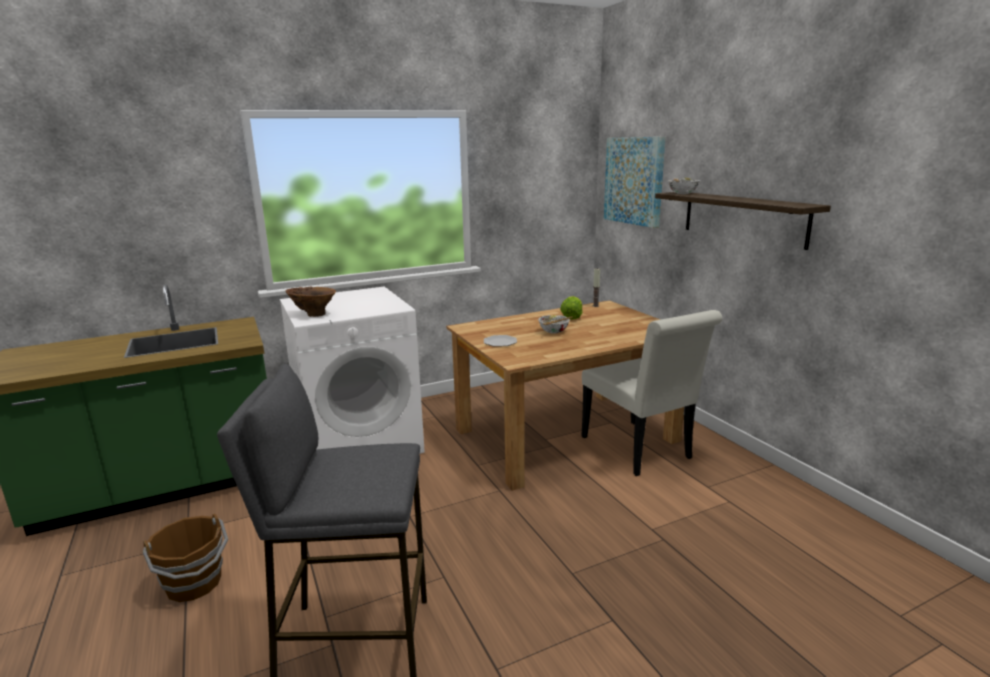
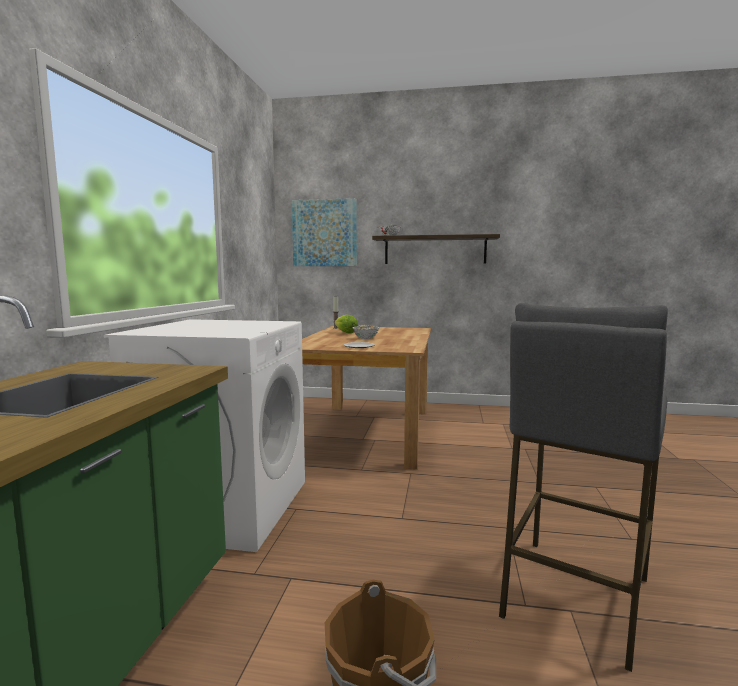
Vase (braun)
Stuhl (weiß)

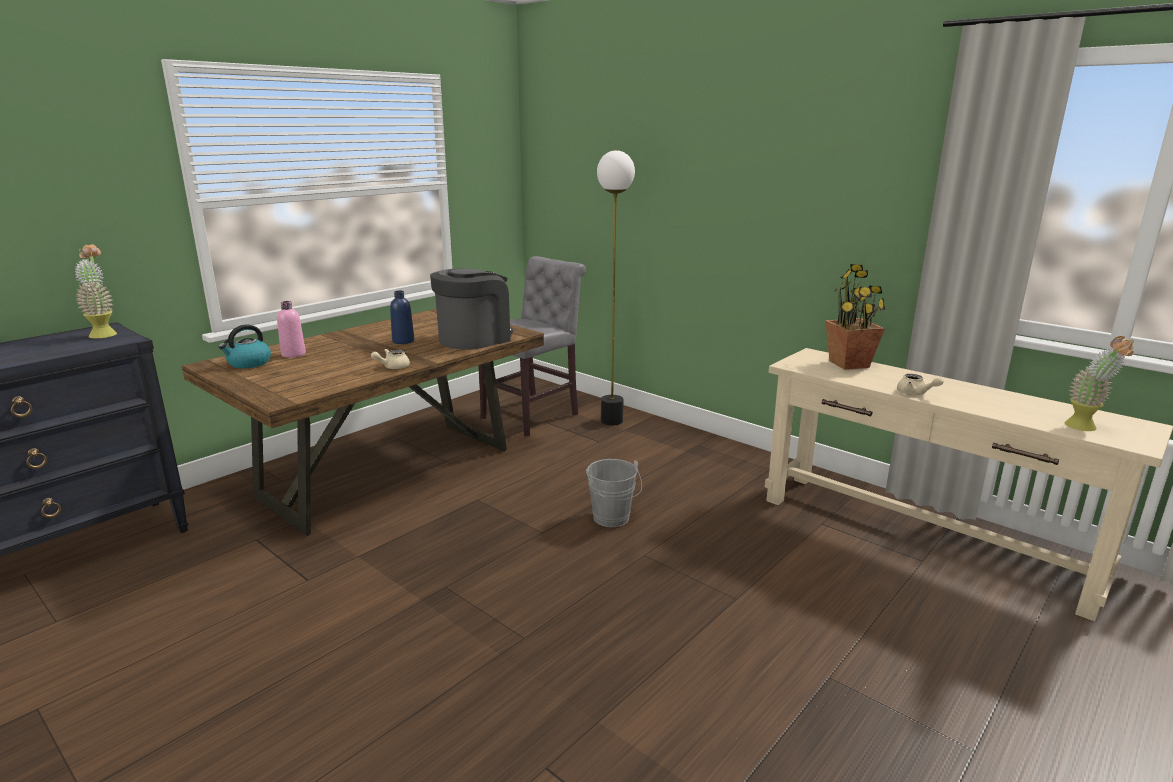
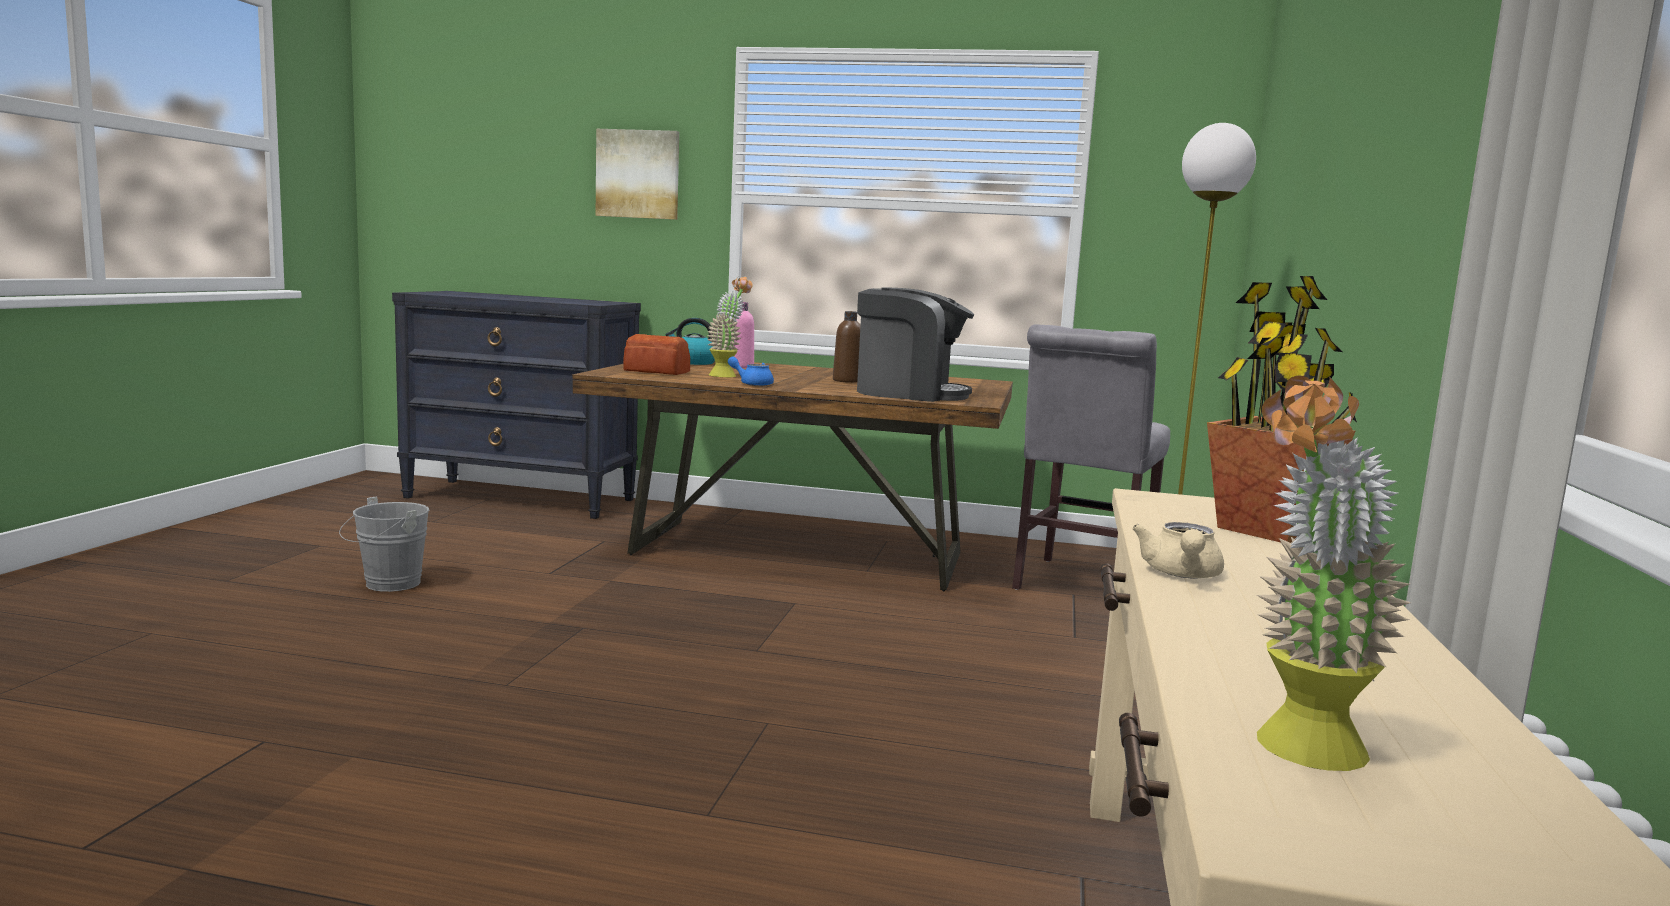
Eimer (grau)
Bild
Brot
Topfpflanze (no. 1 from left)
Teekanne (blau)
Flasche (braun)
Stuhl (grau)

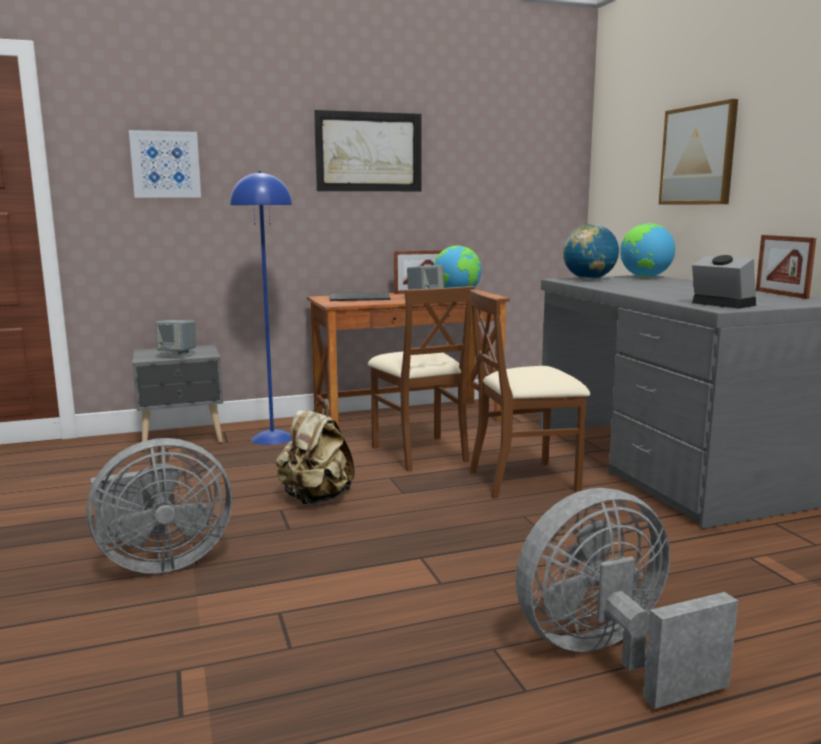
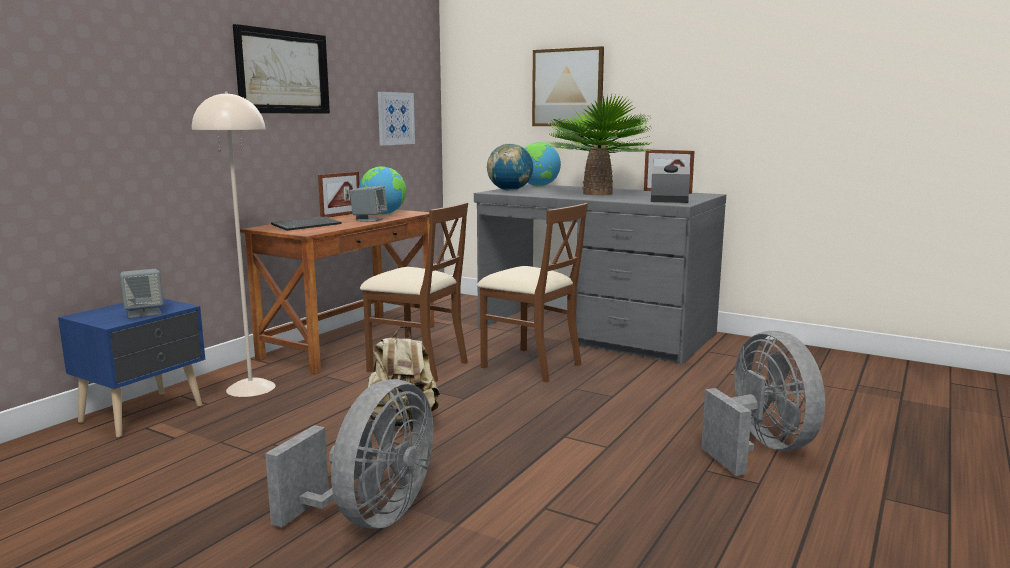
Nachttisch (blau)
Stehlampe (beige)
Bild (no. 2 from left)
Stuhl (braun) (no. 2 from left)
Topfpflanze
Ventilator (grau) (no. 2 from left)

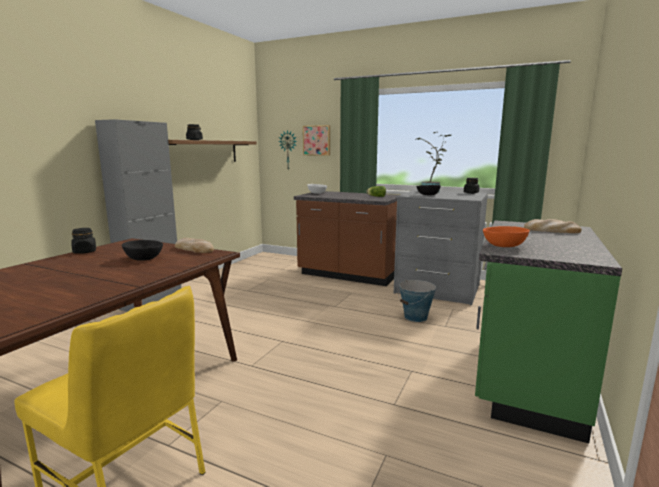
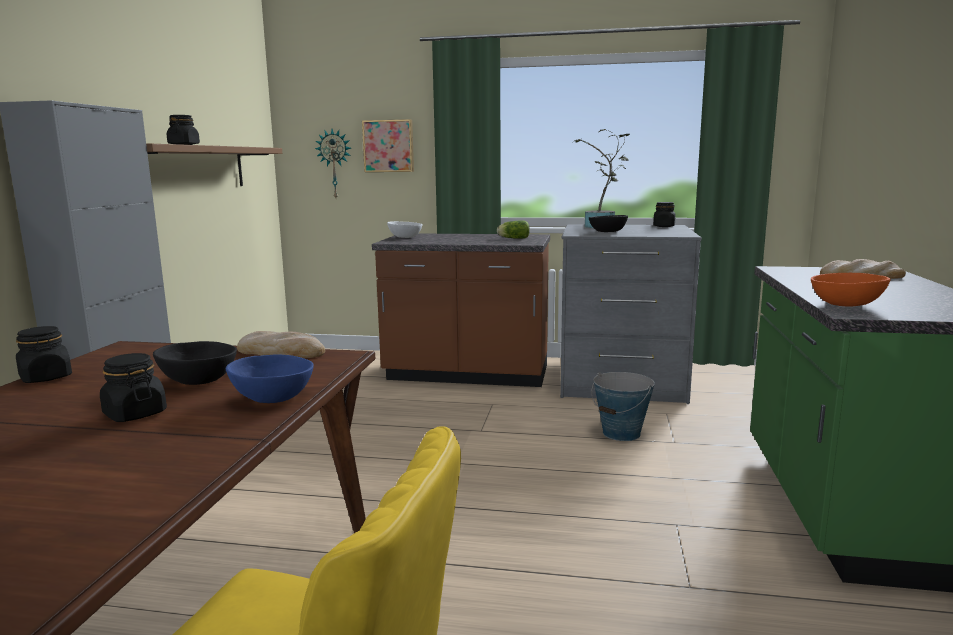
Vorratsglas (schwarz) (no. 2 from left)
Schüssel (blau)

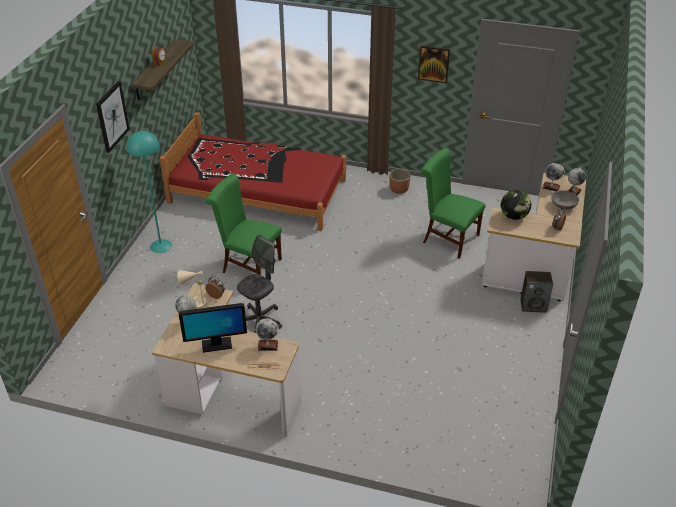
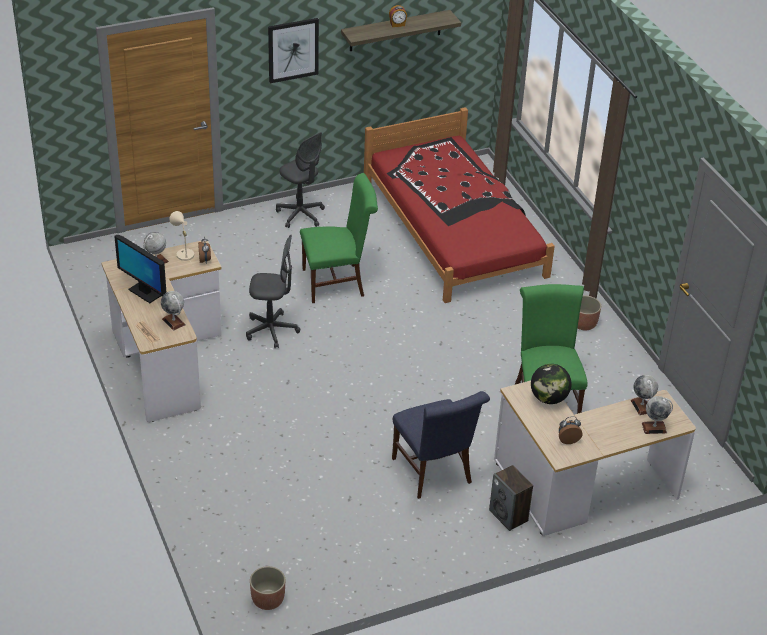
Pflanzkübel (no. 1 from left)
Bürostuhl (grau) (no. 2 from left)
Stuhl (grün) (no. 1 from left)
Stuhl (blau)
Bild (no. 2 from left in the first image)
Schüssel (grau)

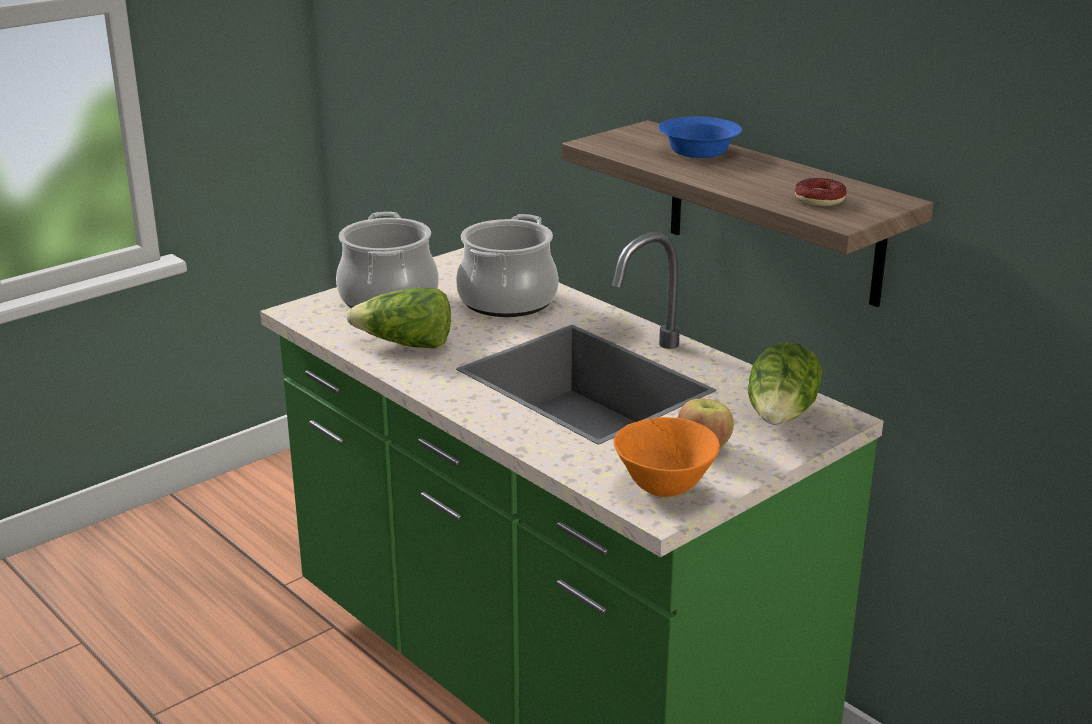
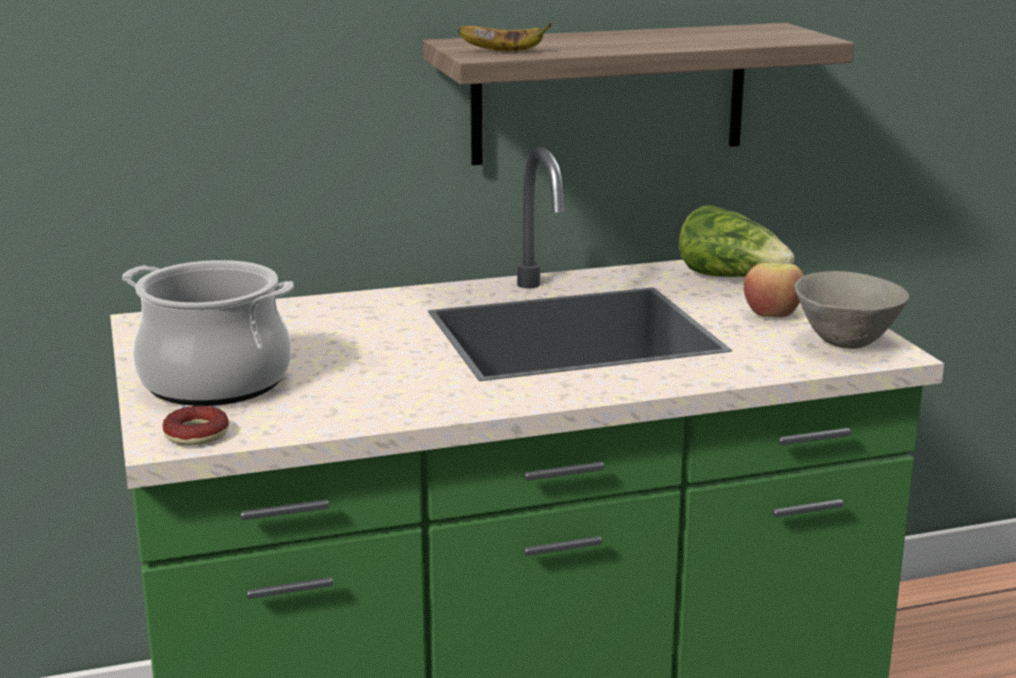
Donut
Banane
Schüssel (grau)
Salatkopf (no. 1 from left in the first image)
Kochtopf (no. 2 from left in the first image)
Schüssel (blau)

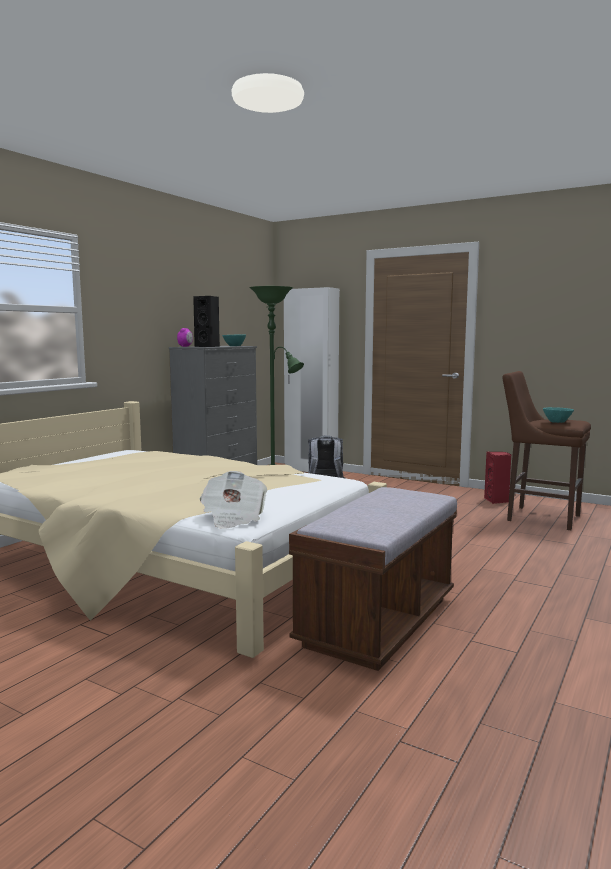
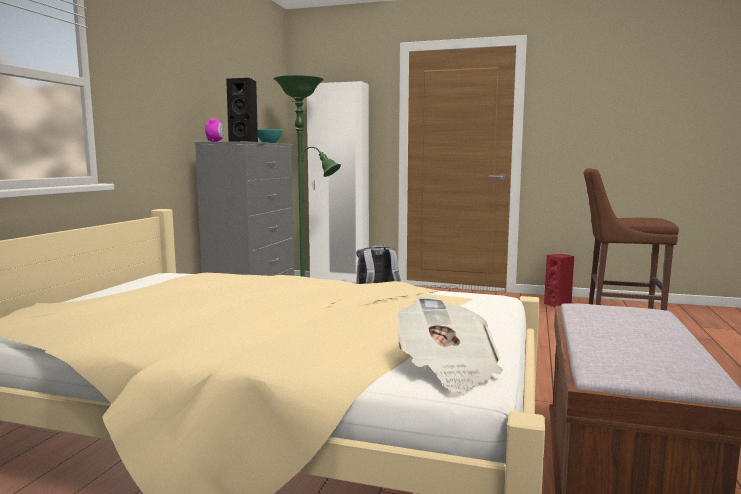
Schüssel (türkis) (no. 2 from left in the first image)

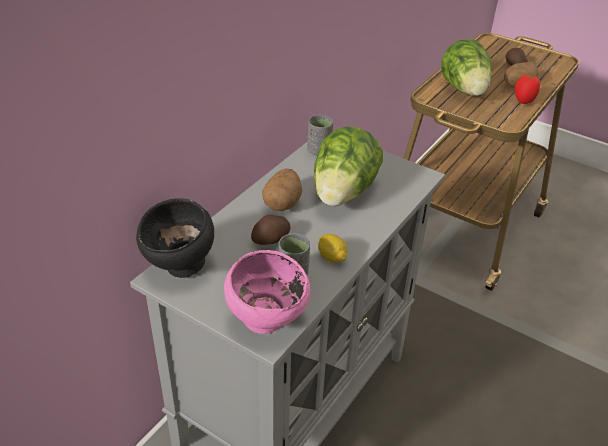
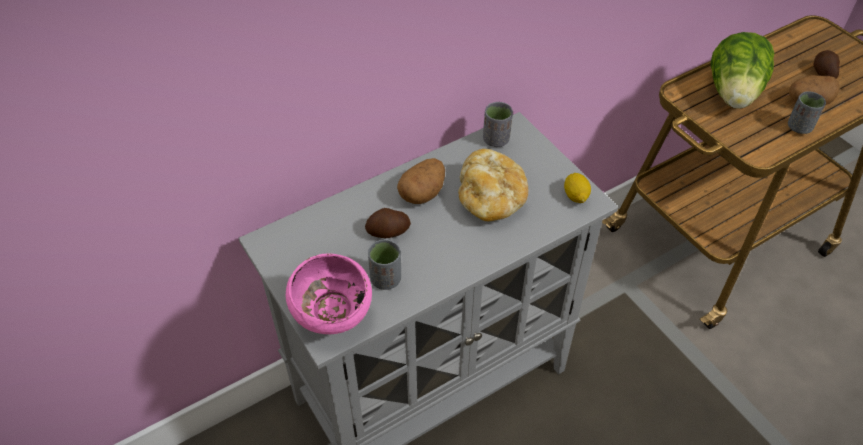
Brot
Zitrone
Tasse (grau) (no. 3 from left)
Schüssel (schwarz)

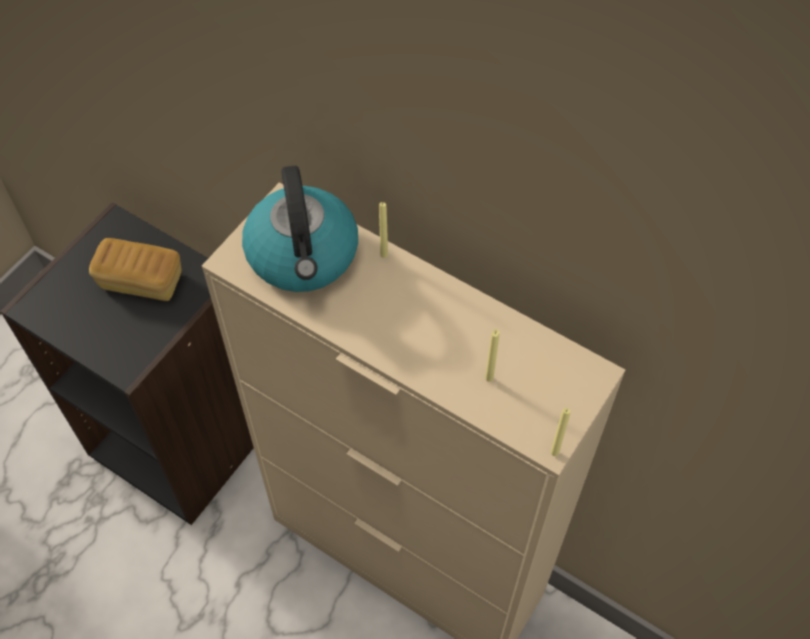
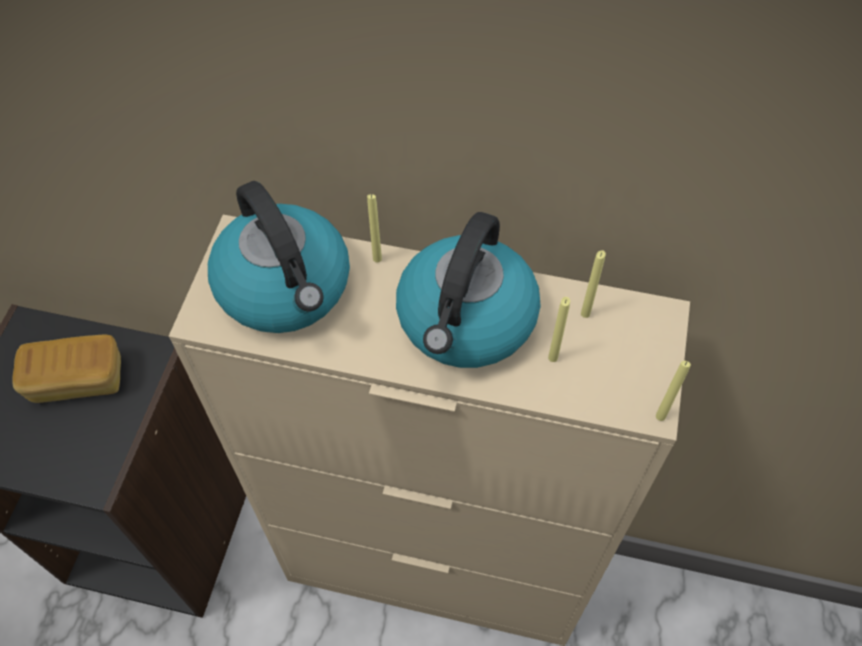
Wasserkessel (no. 2 from left)
Kerze (gelb) (no. 3 from left)

